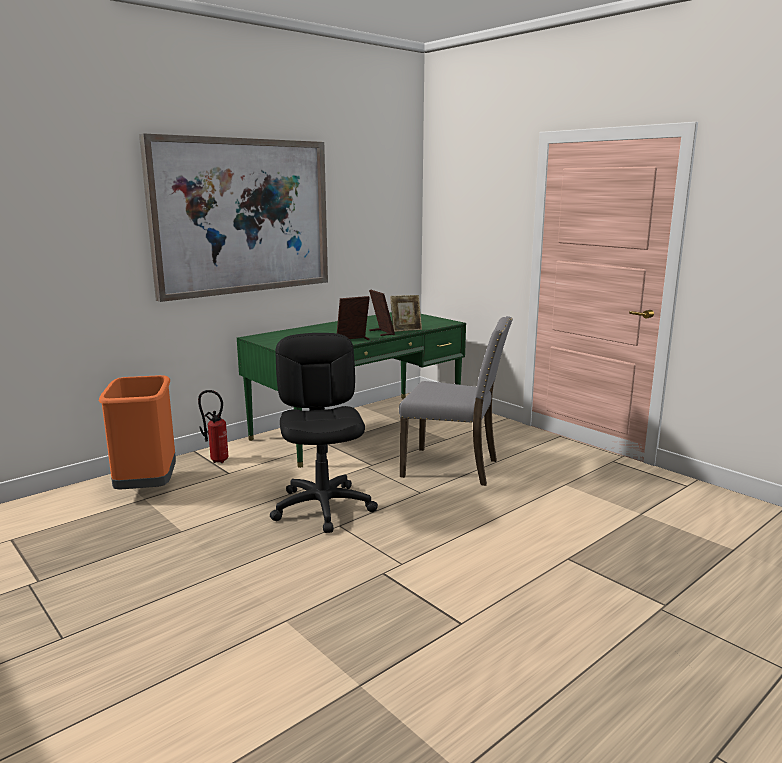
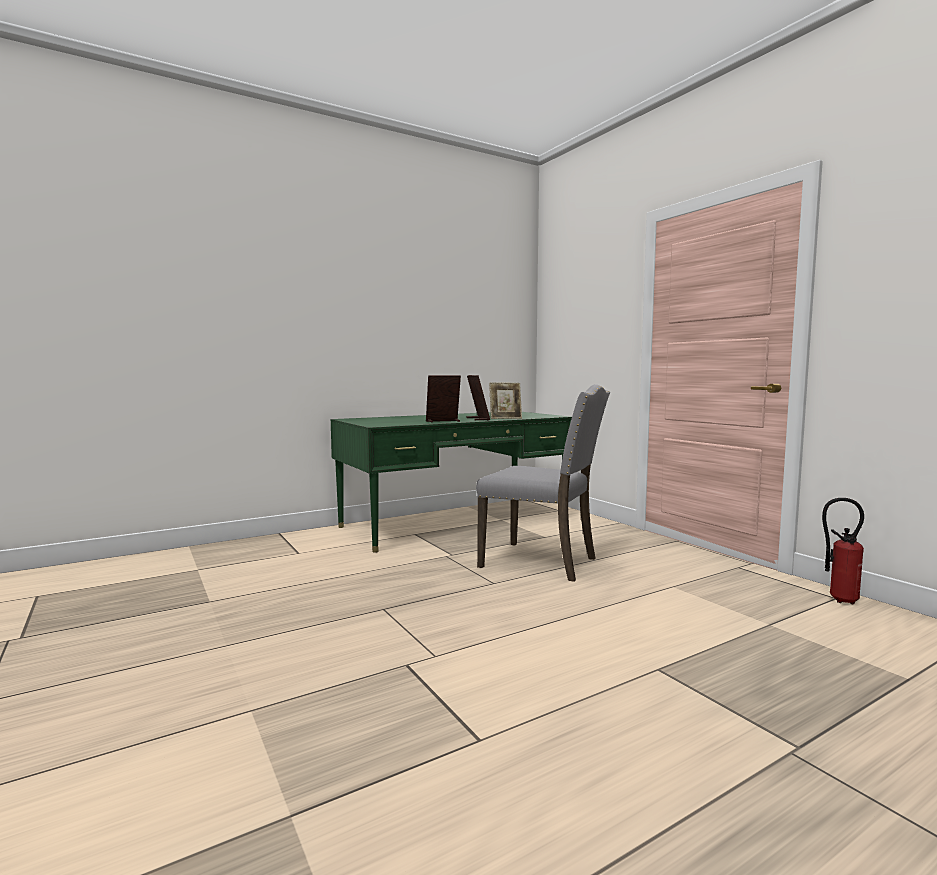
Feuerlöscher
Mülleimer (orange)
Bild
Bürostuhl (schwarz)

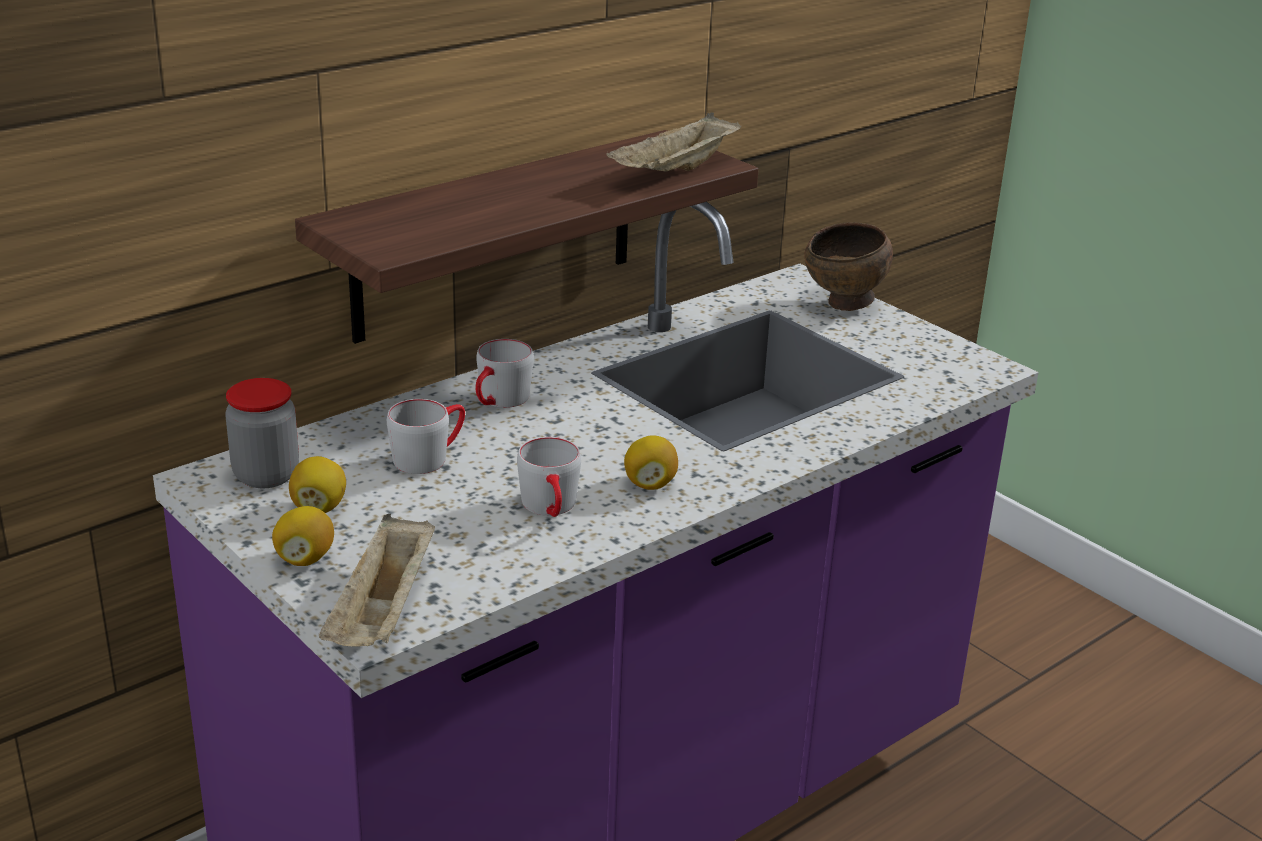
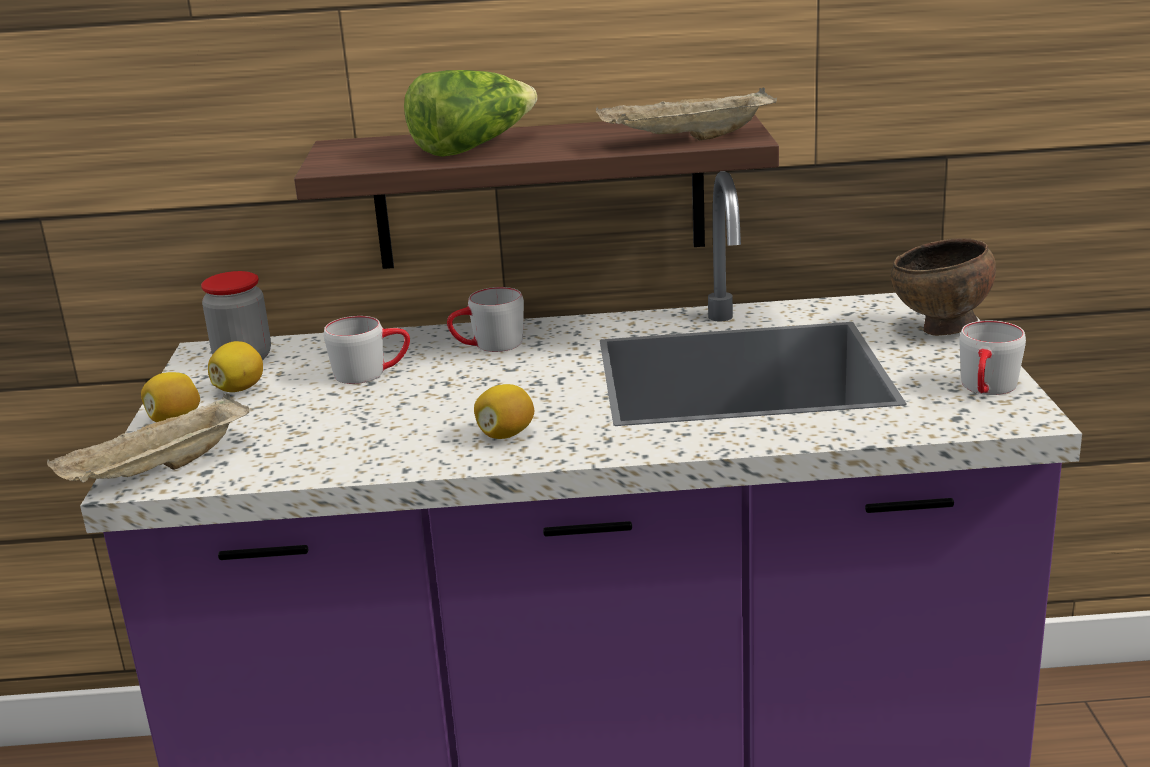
Salatkopf
Henkelbecher (grau) (no. 3 from left)

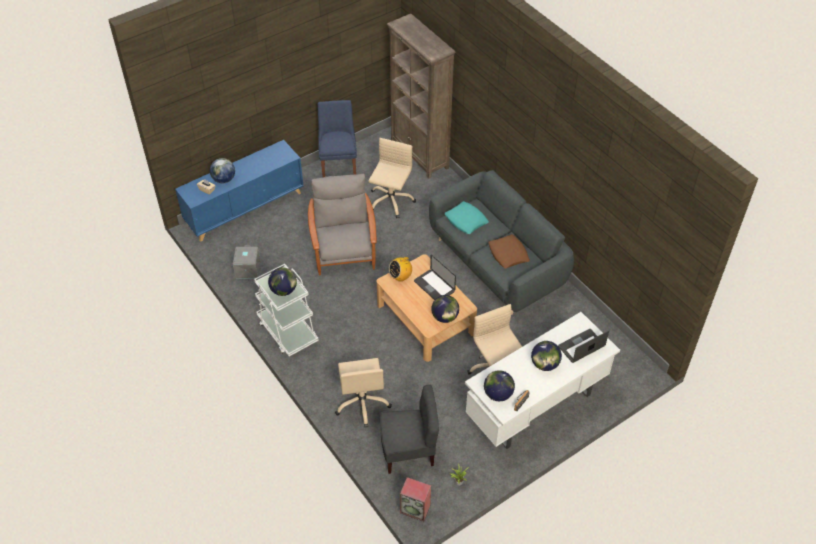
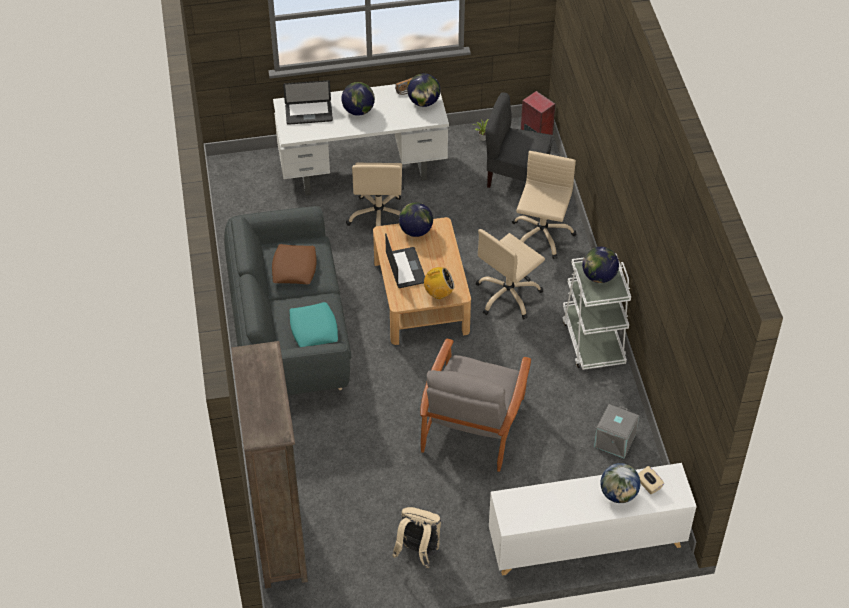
Rucksack (beige)
Bürostuhl (beige) (no. 2 from left)
Schrank (weiß)

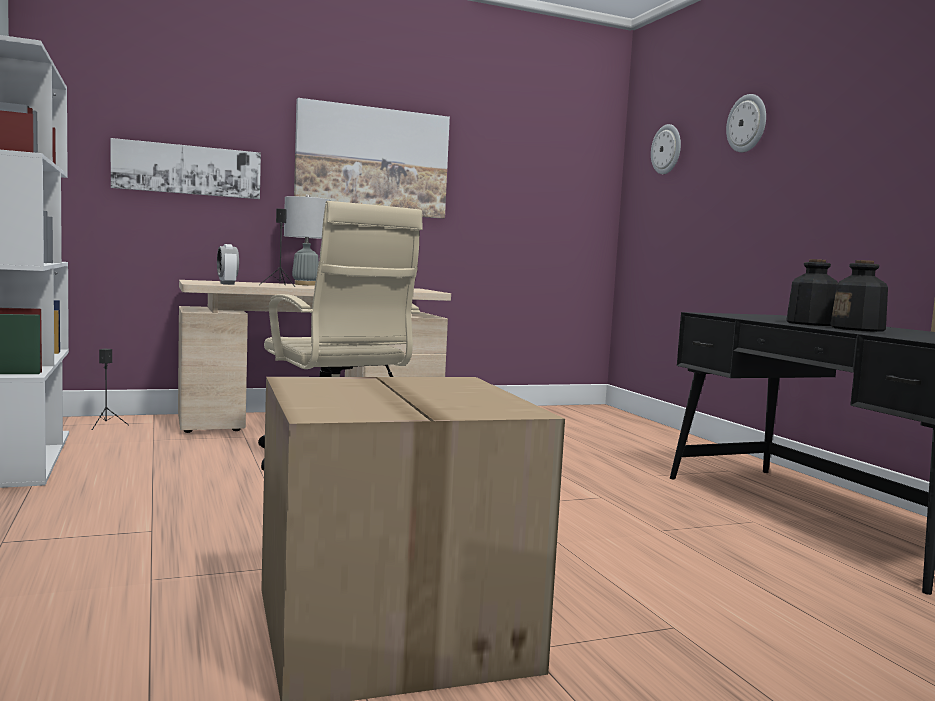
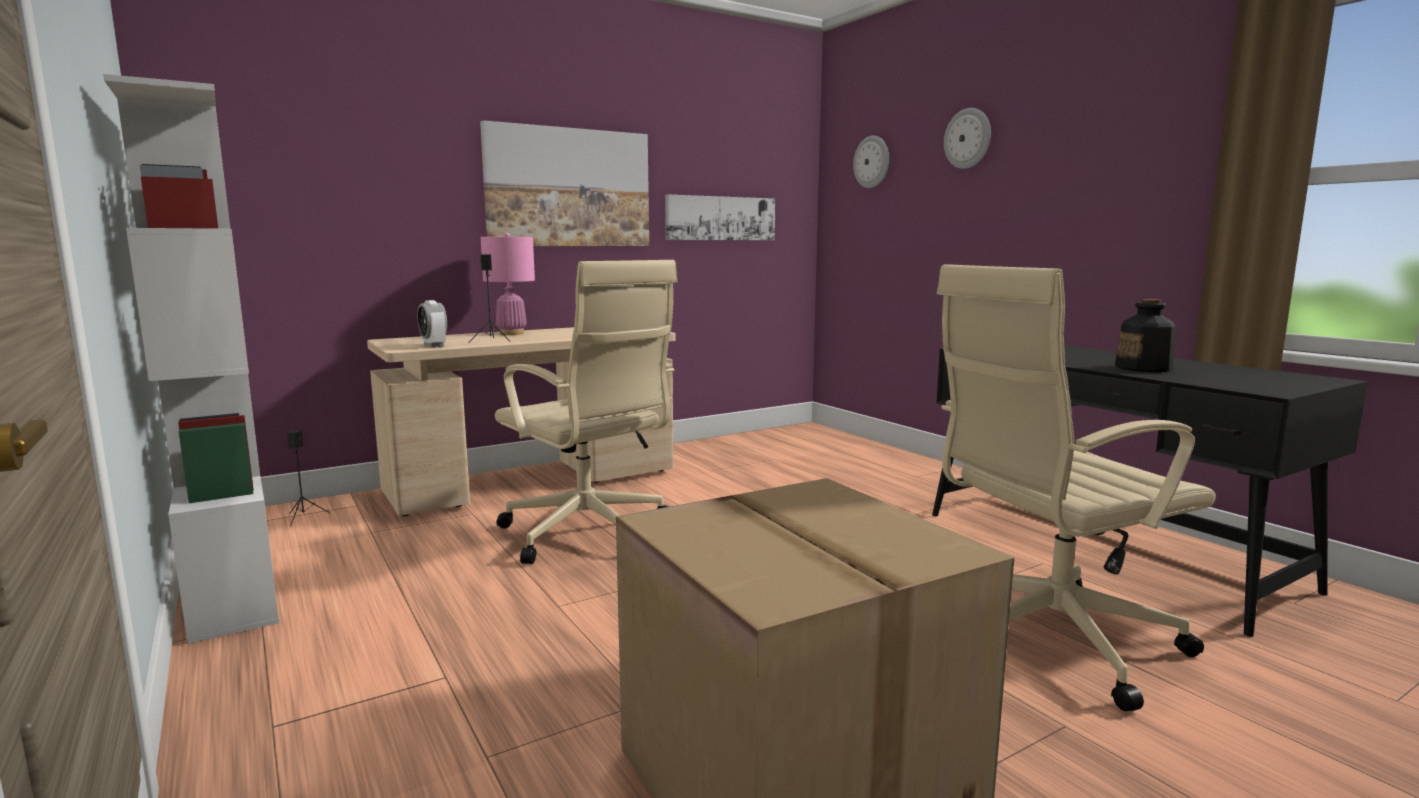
Tischlampe (rosa)
Bild (no. 2 from left)
Bürostuhl (beige) (no. 2 from left)
Flasche (no. 1 from left in the first image)

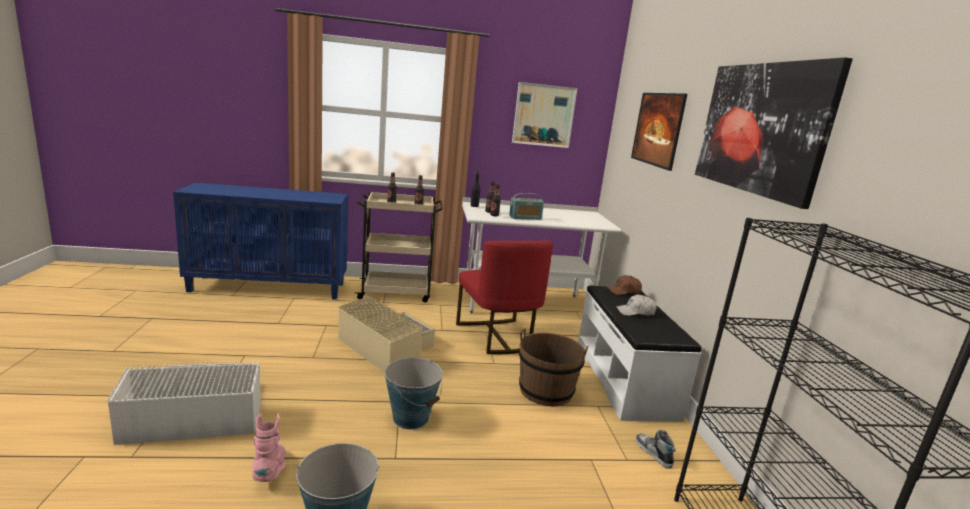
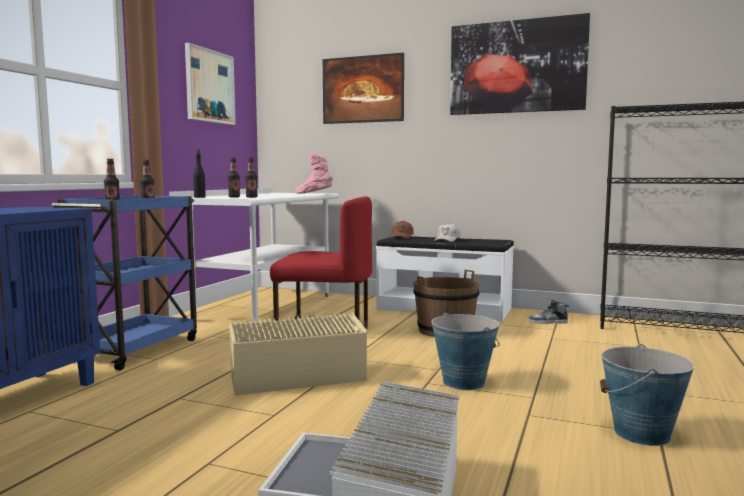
Rollwagen (blau)
Stiefel (rosa)
Radio

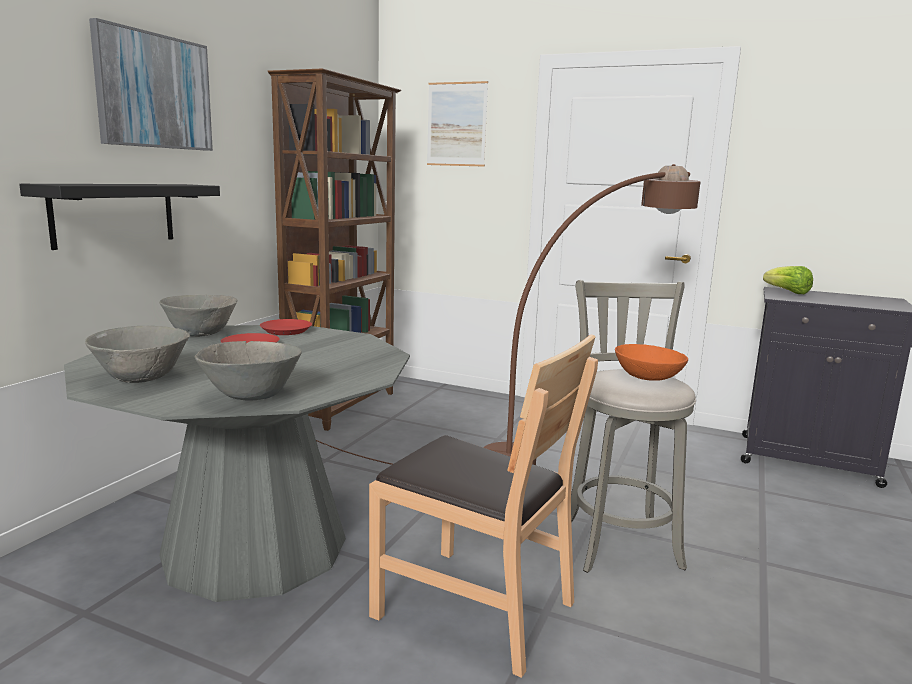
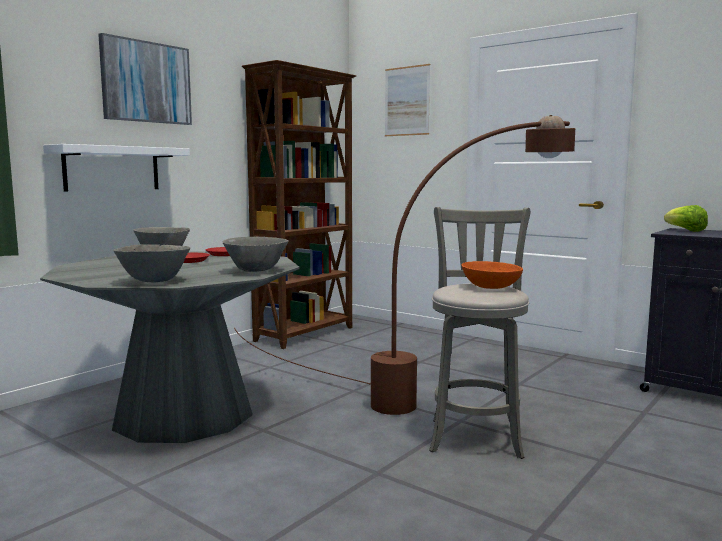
Wandregal (weiß)
Schüssel (grau) (no. 3 from left)
Stuhl (braun)

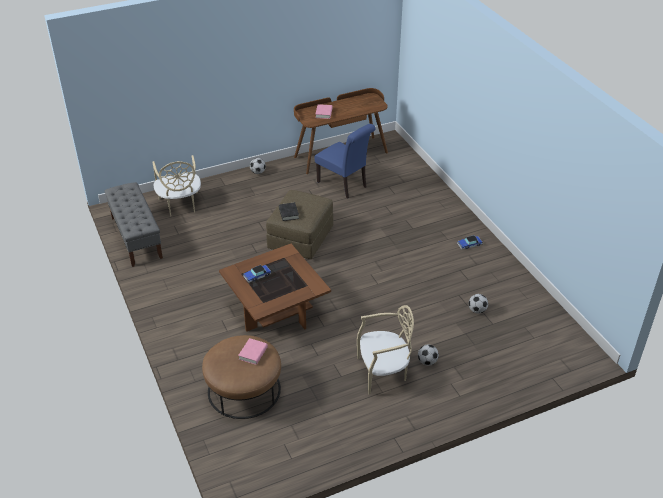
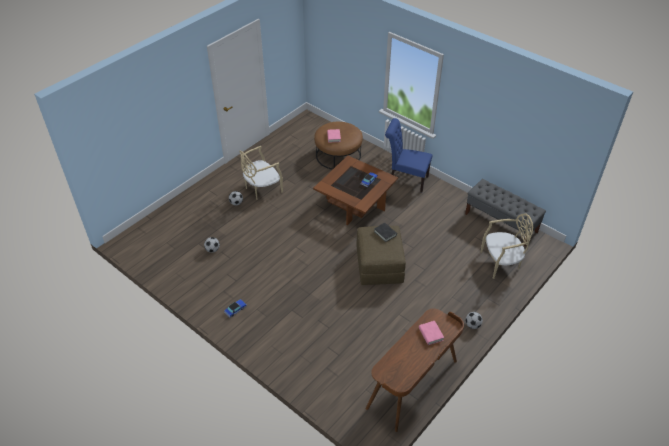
Stuhl (blau)
Stuhl (beige) (no. 2 from left)

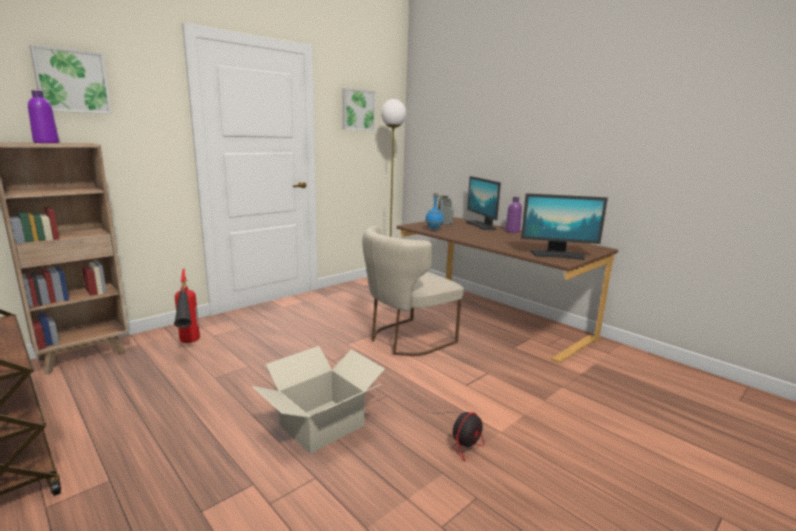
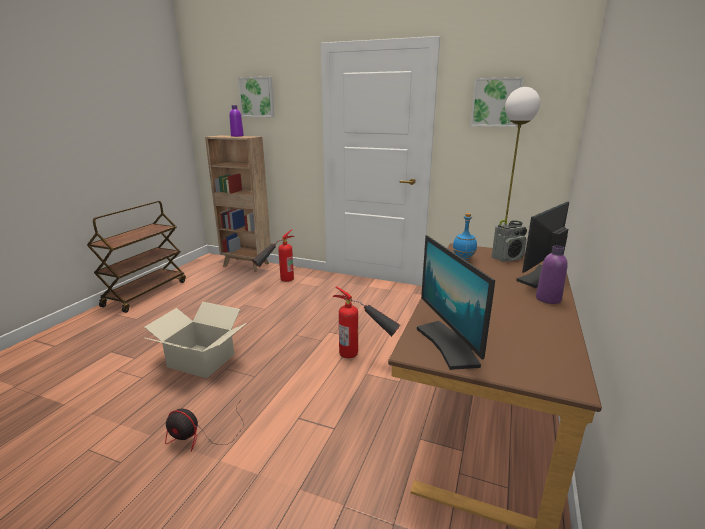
Feuerlöscher (no. 2 from left)

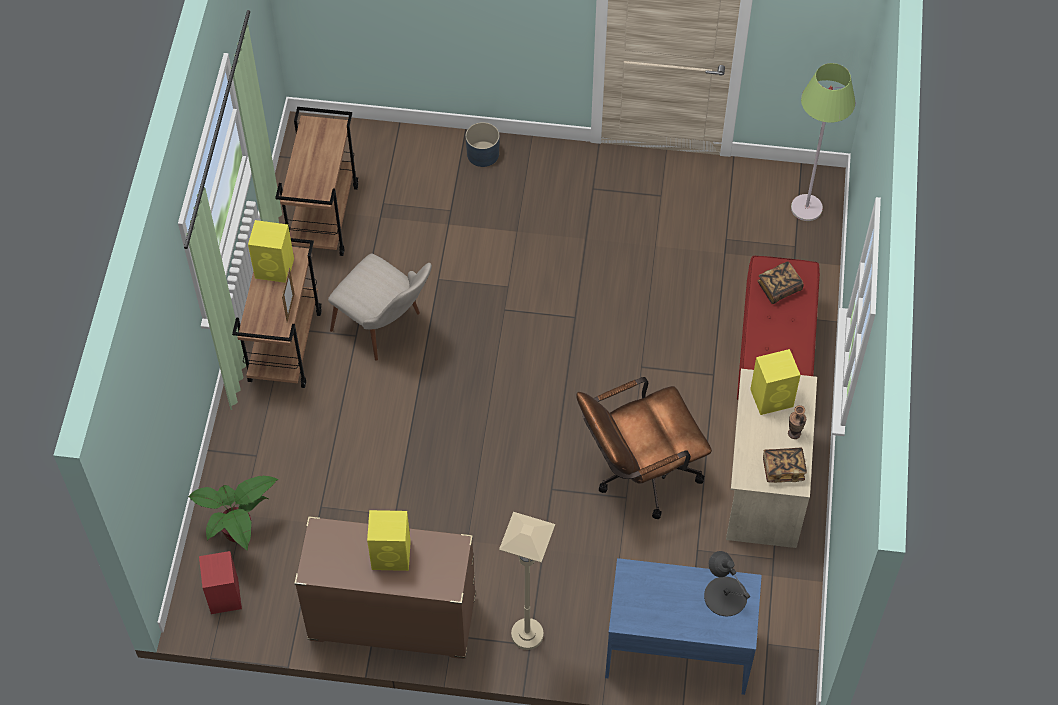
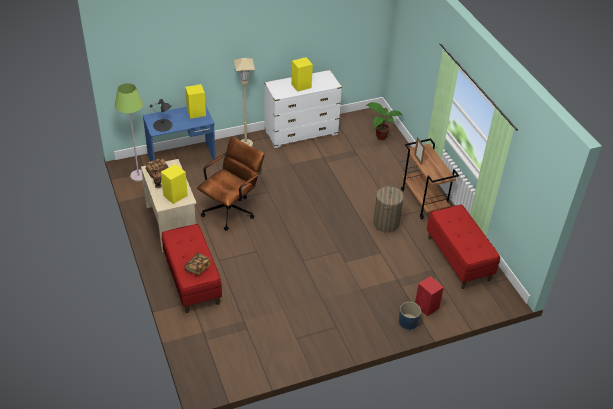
Stehlampe (grün)
Lautsprecher (gelb) (no. 2 from left)
Kommode (weiß)
Wäschekorb
Lautsprecher (rot)
Bank (rot) (no. 2 from left)

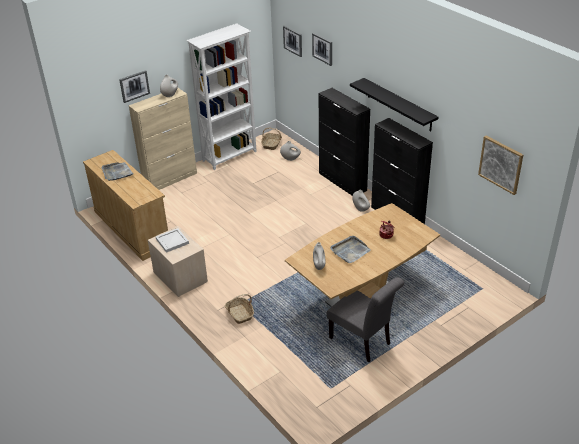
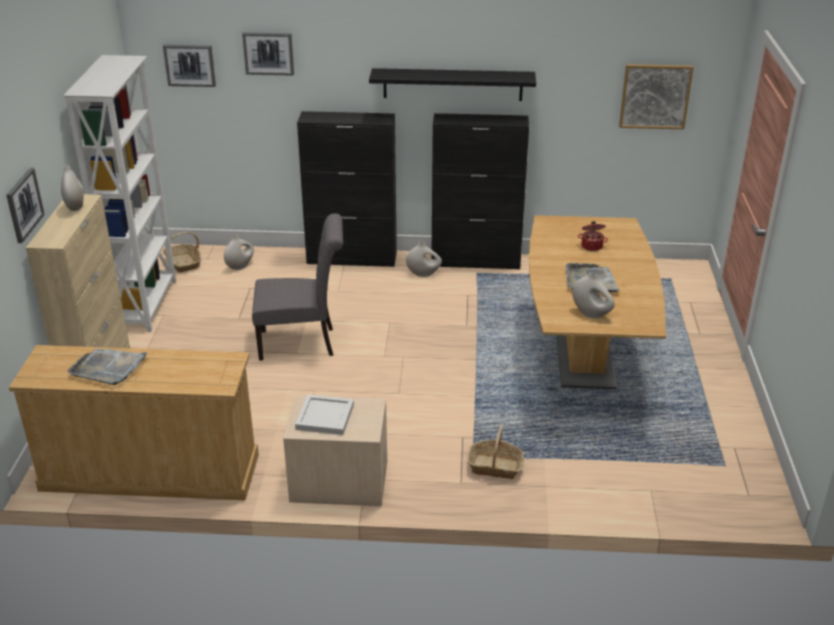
Stuhl (grau)

